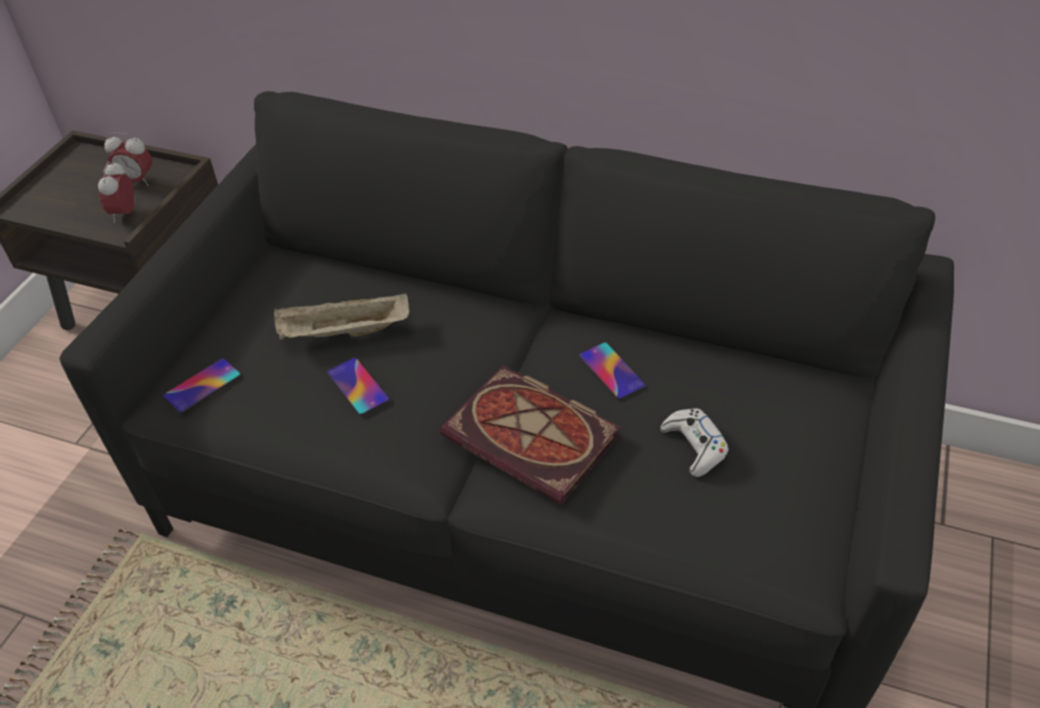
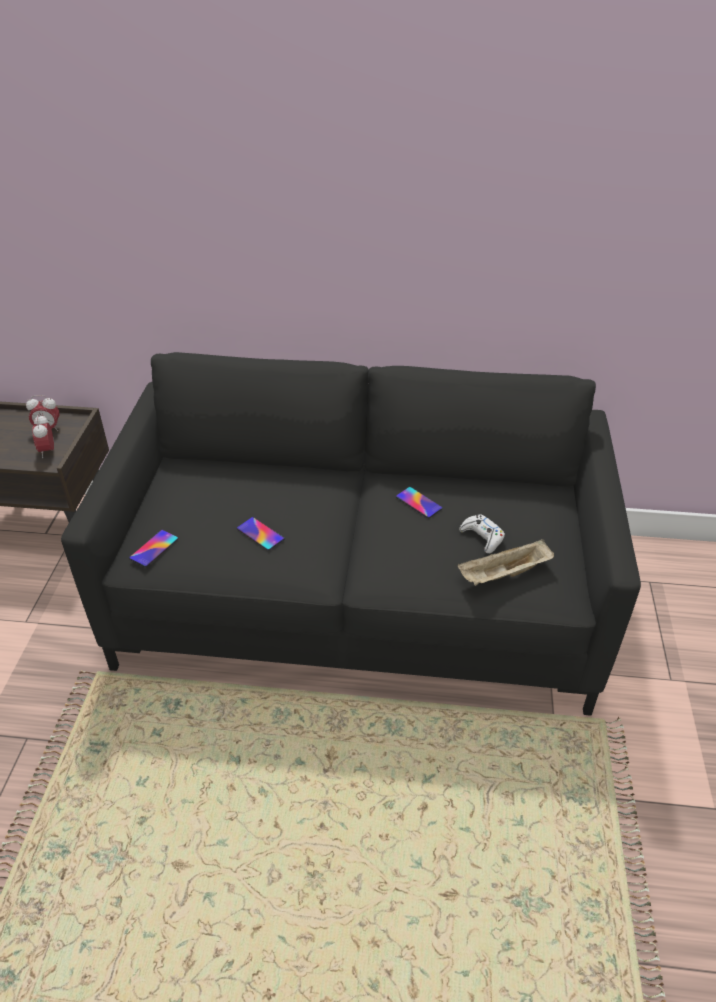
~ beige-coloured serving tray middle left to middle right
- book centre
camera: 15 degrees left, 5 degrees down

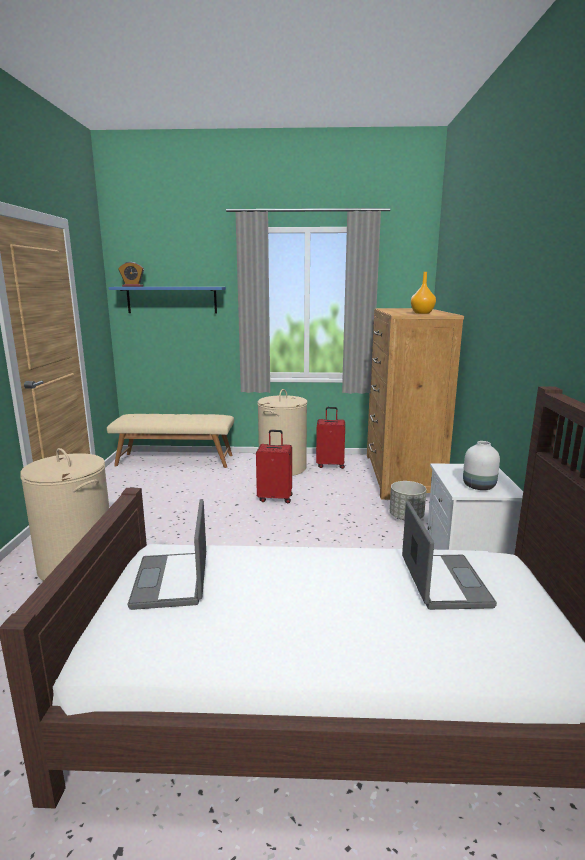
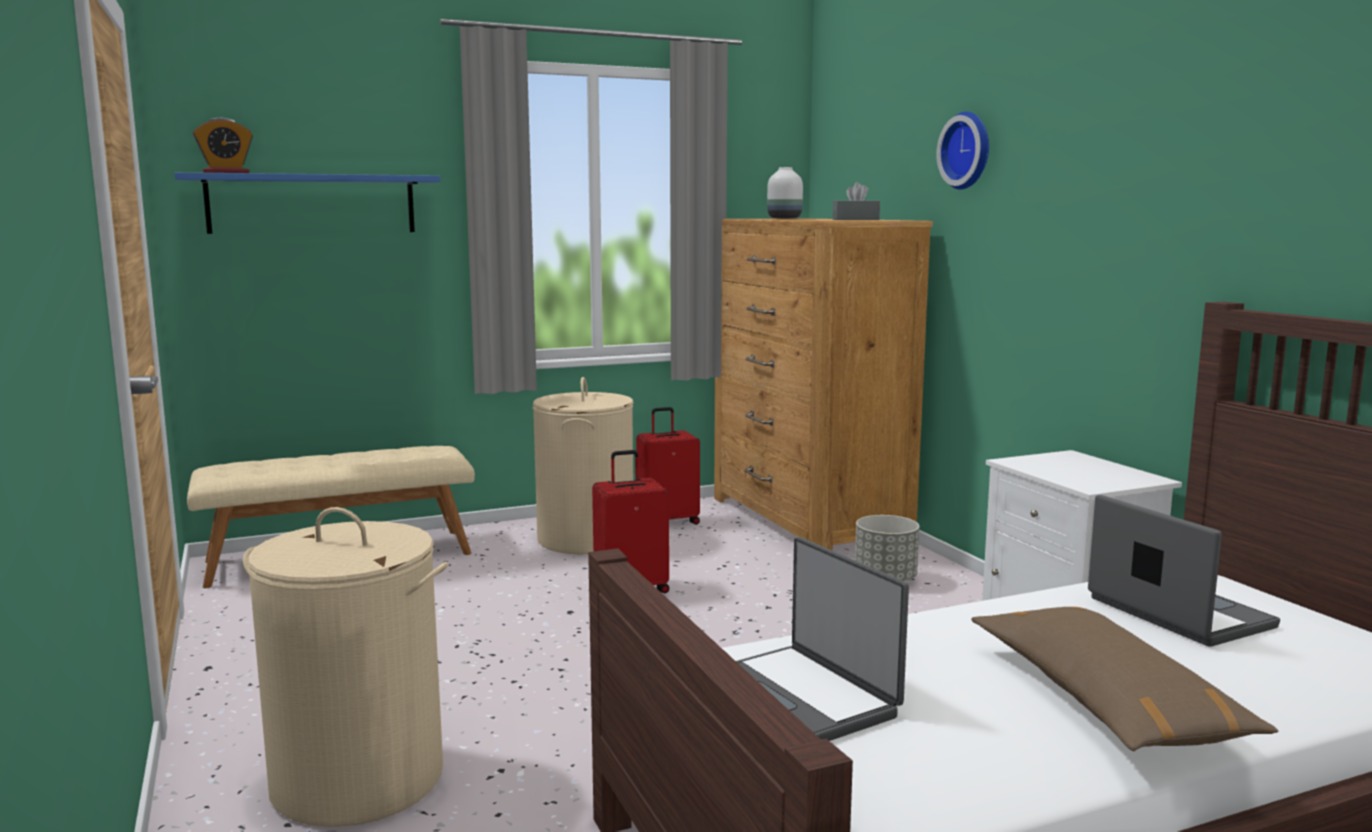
~ orangey flower vase middle right to greyish box of tissues top centre
~ white flower vase middle right to top centre
+ clock on the wall top right
+ brown-coloured pillow bottom right
camera: 25 degrees left, 5 degrees down

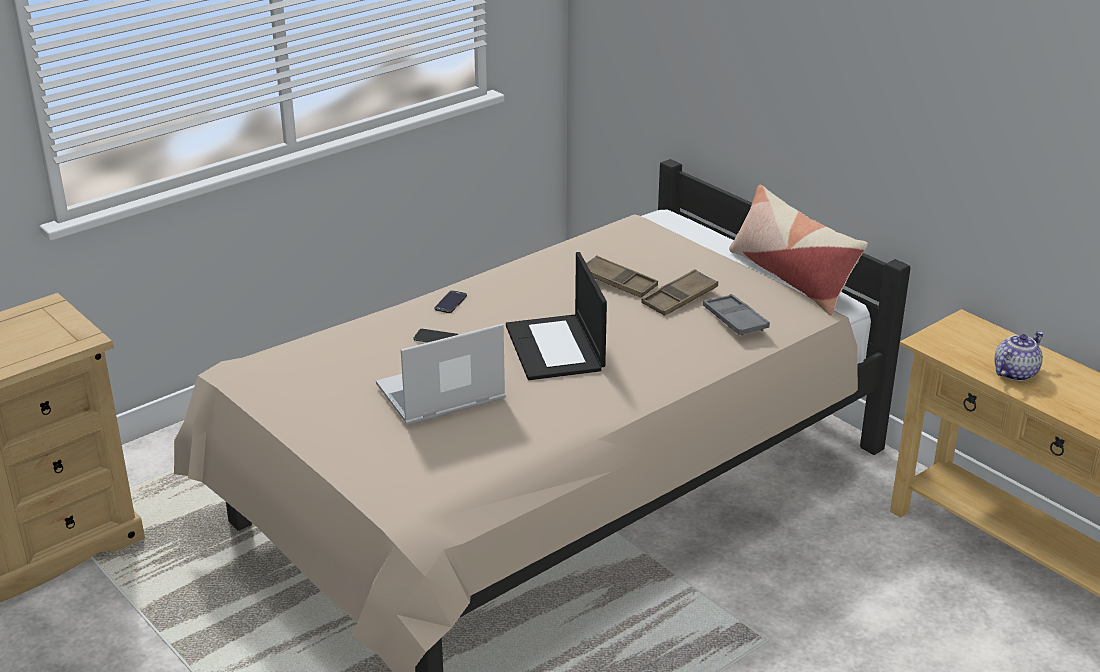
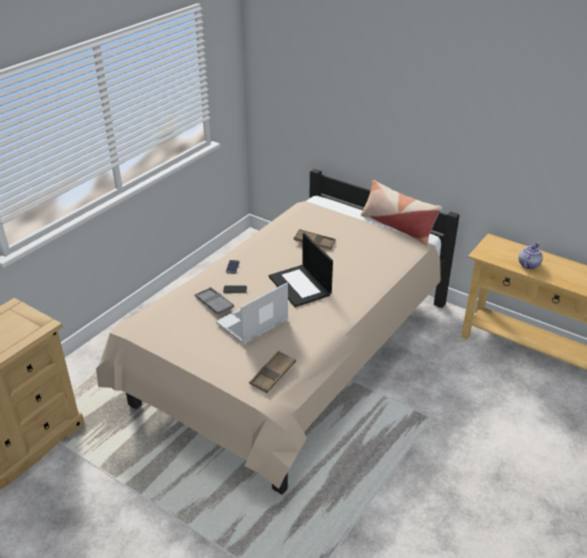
~ brown-coloured serving tray (2nd from left in the first image) centre to brown-coloured serving tray (1st from left) bottom centre
~ greyish serving tray middle right to centre
camera: 15 degrees left, 5 degrees up

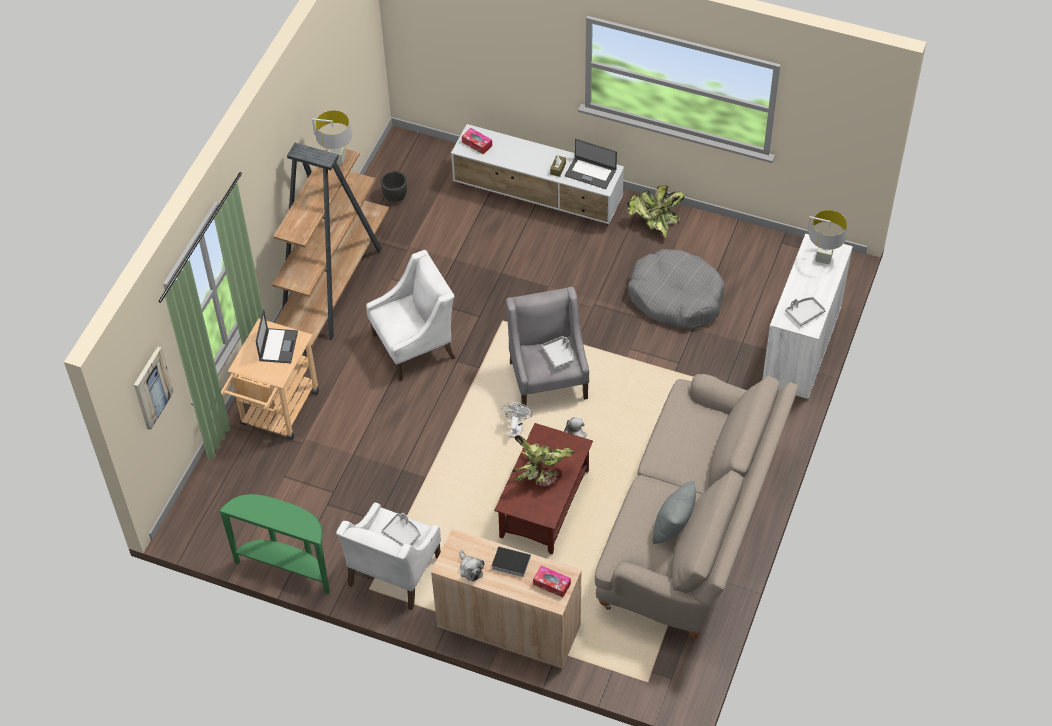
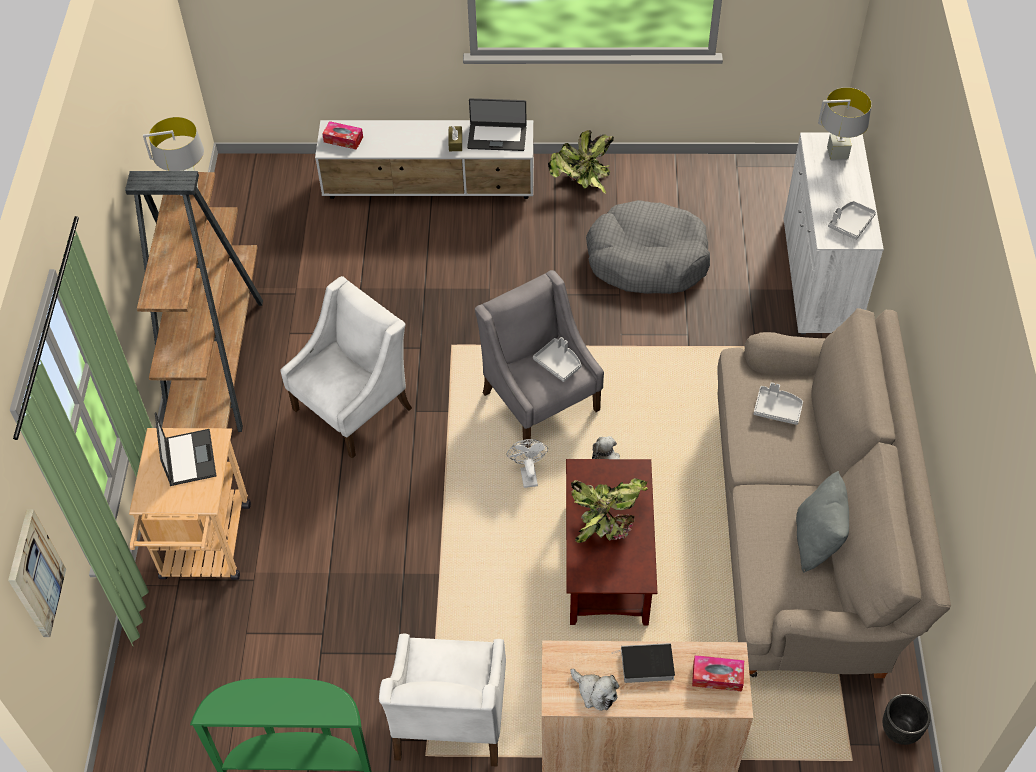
~ black plant pot top centre to bottom right
~ greyish serving tray (1st from left in the first image) bottom centre to greyish serving tray (2nd from left) middle right
camera: 20 degrees left, 0 degrees up

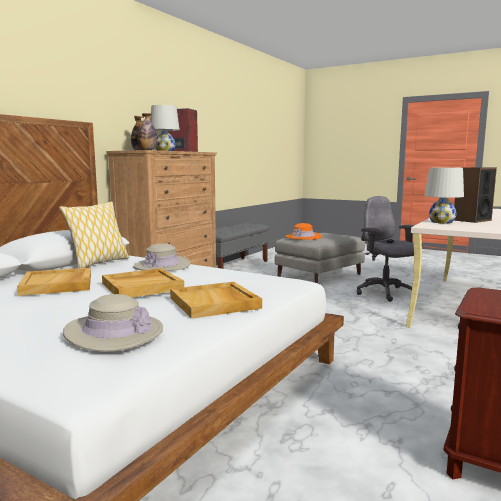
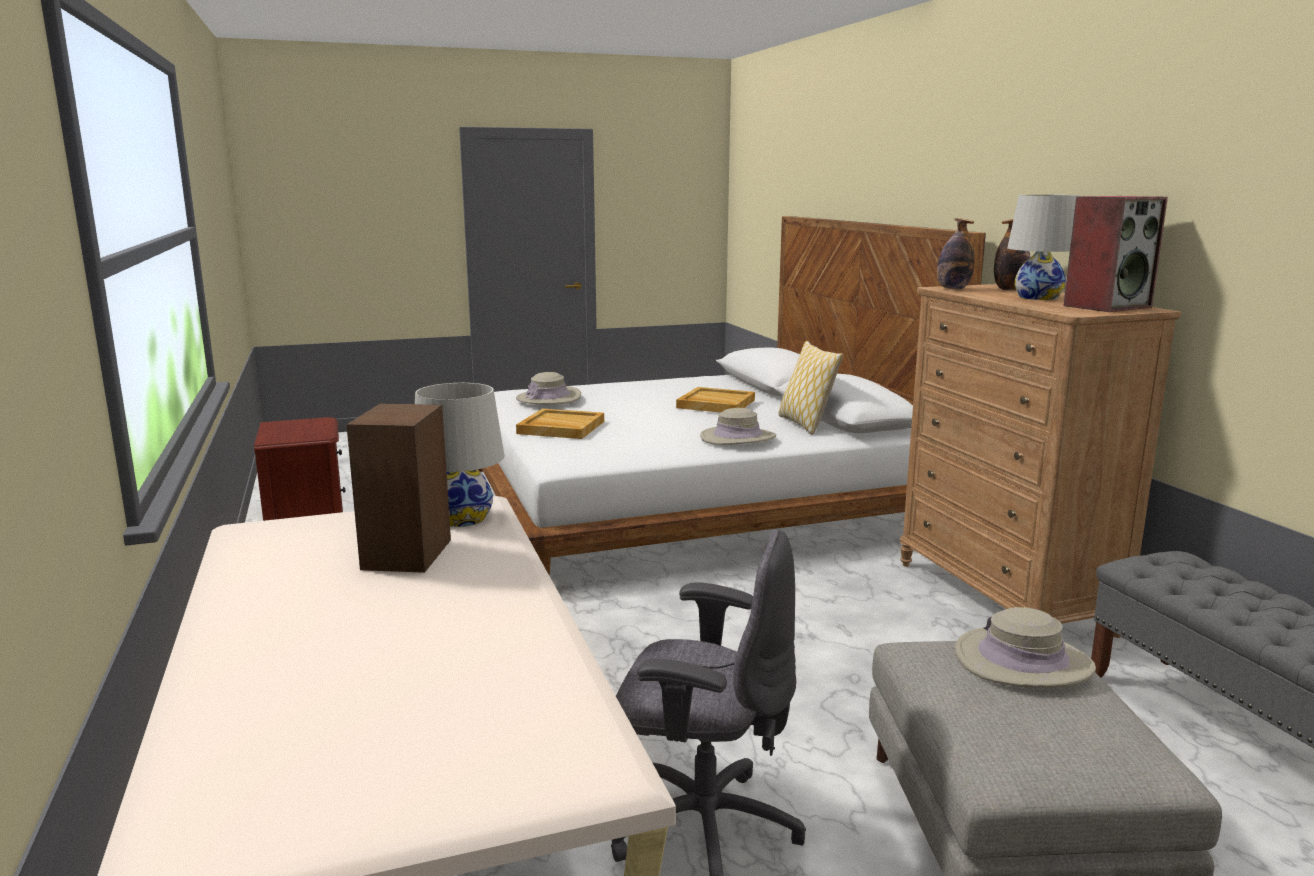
- beige-coloured serving tray (2nd from left) middle left
~ orangey wearable hat centre to beige-coloured wearable hat (3rd from left) bottom right
camera: 130 degrees right, 5 degrees up

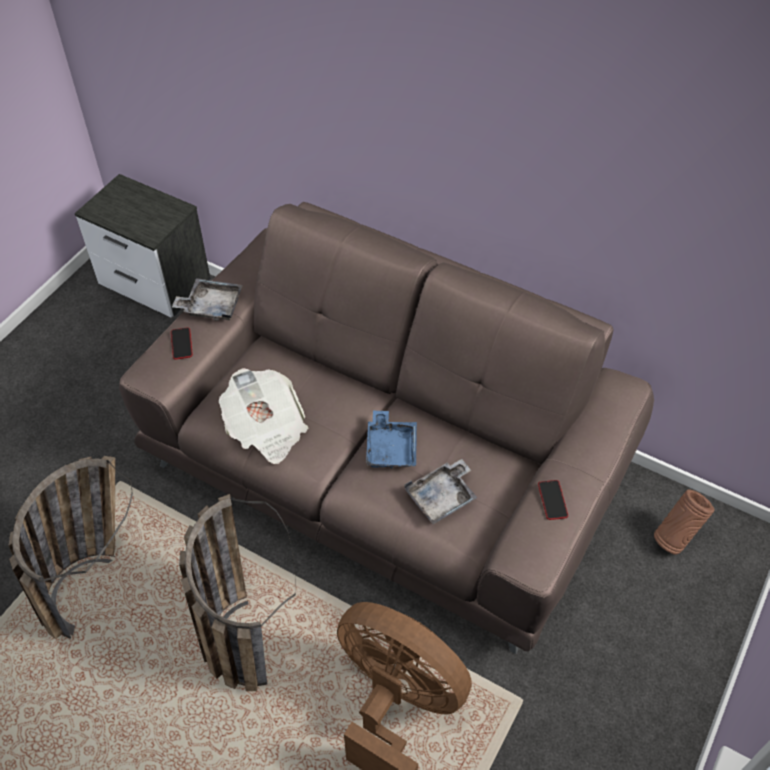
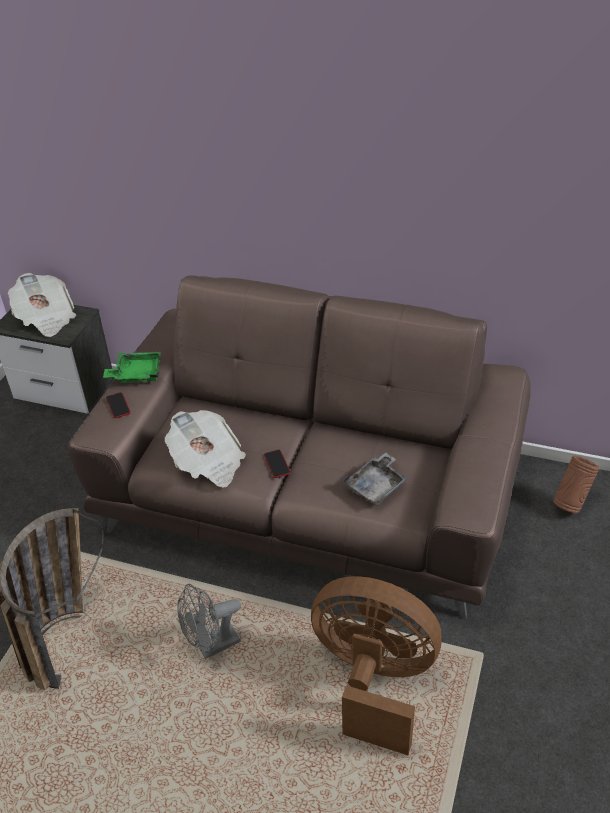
~ greyish serving tray (1st from left) middle left to green-coloured serving tray middle left
~ household basket (2nd from left) bottom left to greyish fan bottom centre
- bluish serving tray centre
~ phone (2nd from left) middle right to centre
+ printed paper (1st from left) middle left
camera: 10 degrees left, 10 degrees down

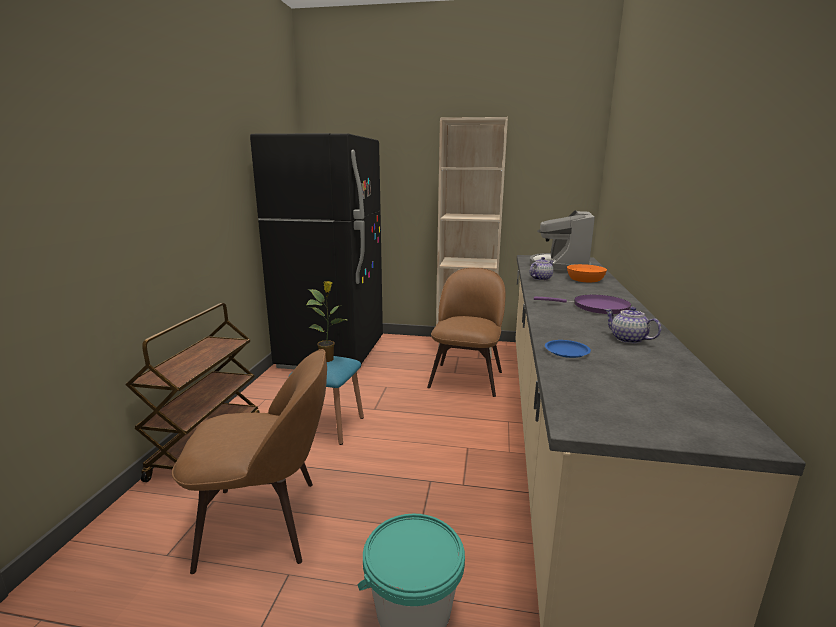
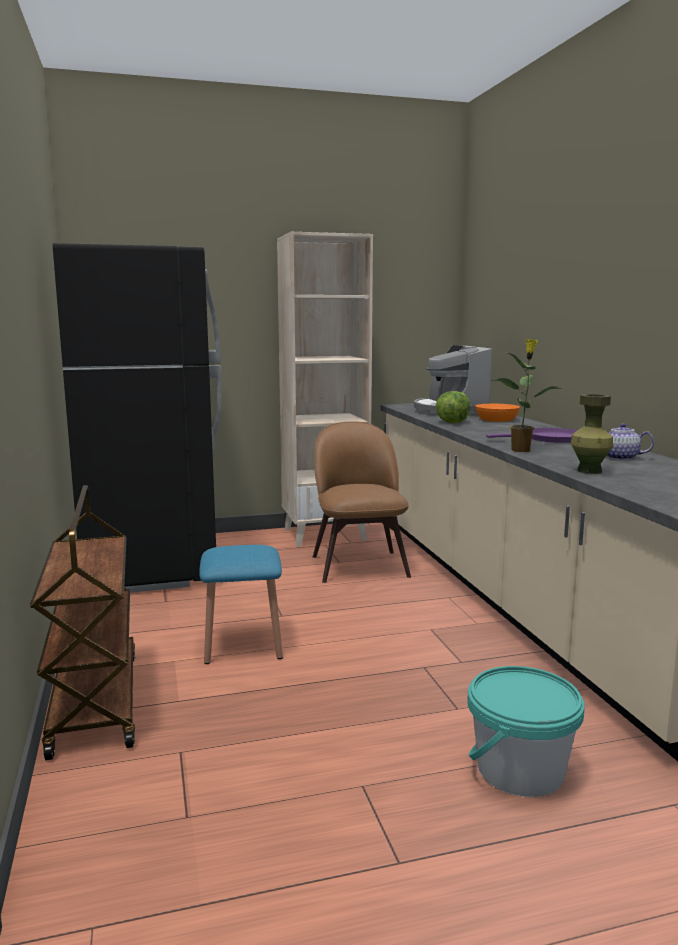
- brown-coloured chair (1st from left) bottom left
~ plant in a pot centre to middle right
~ teapot (1st from left) centre to head of lettuce middle right
~ bluish plate middle right to green-coloured flower vase middle right
camera: 25 degrees left, 5 degrees down

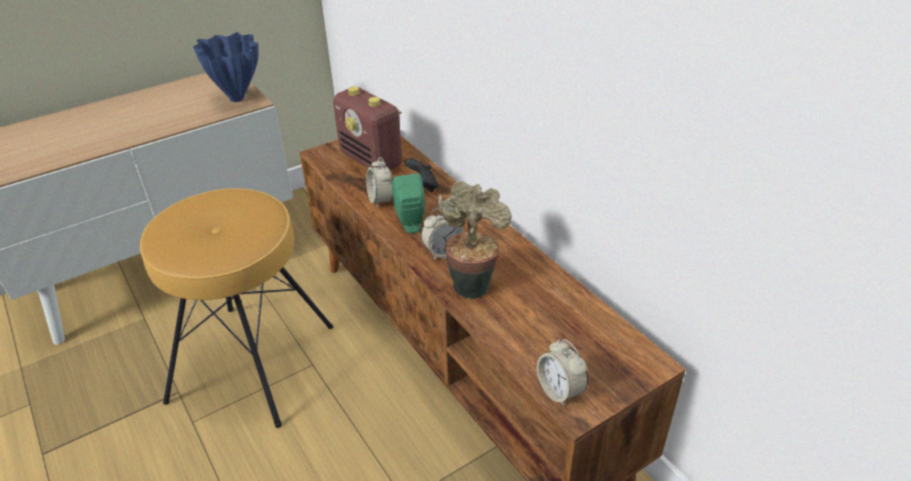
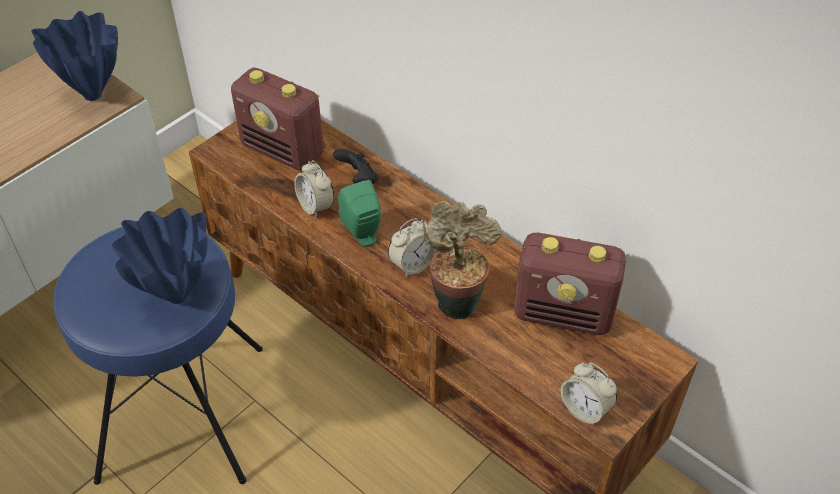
~ brown-coloured stool seat middle left to bluish stool seat bottom left
+ bluish flower vase (2nd from left) middle left
+ radio set (2nd from left) middle right
camera: 15 degrees left, 10 degrees up

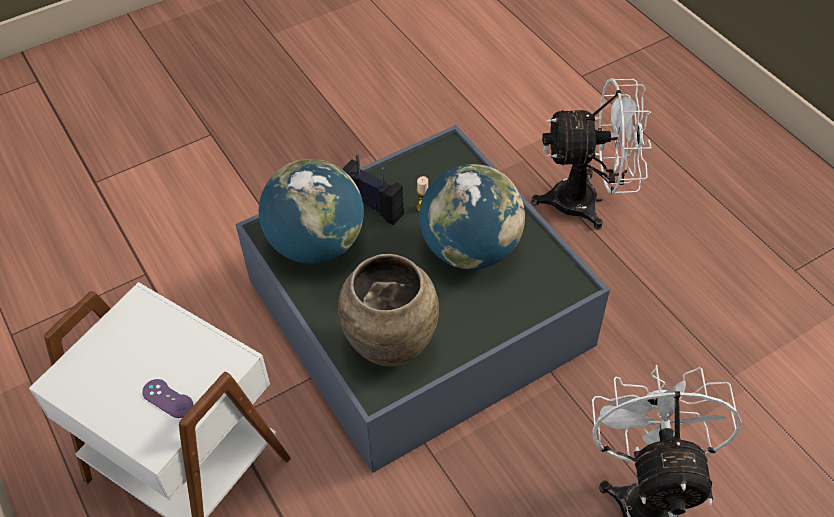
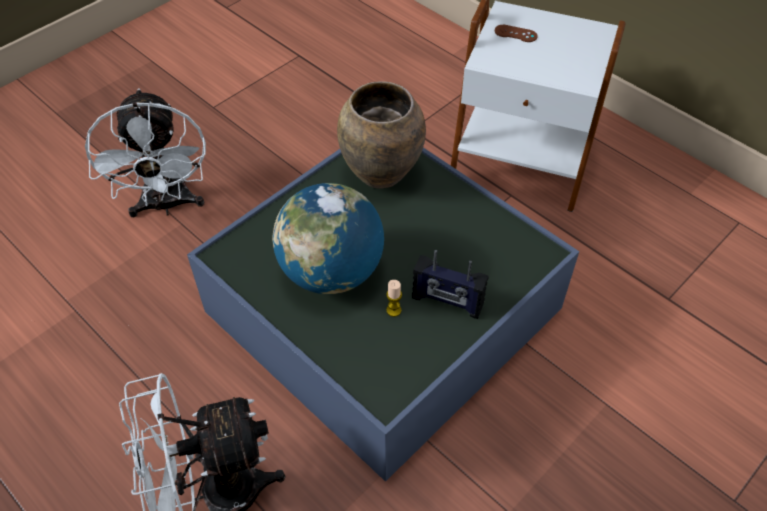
~ purple gamepad bottom left to brown-coloured gamepad top right
- world globe (1st from left) centre
camera: 165 degrees right, 0 degrees up

